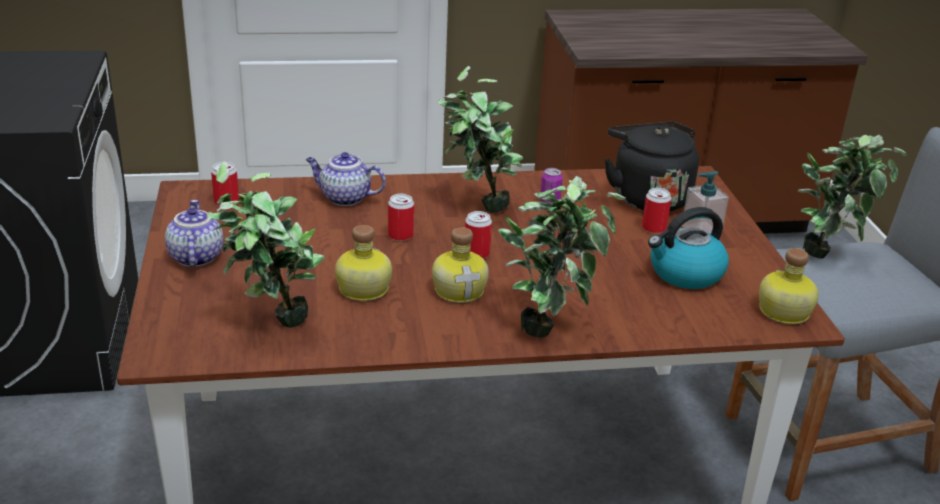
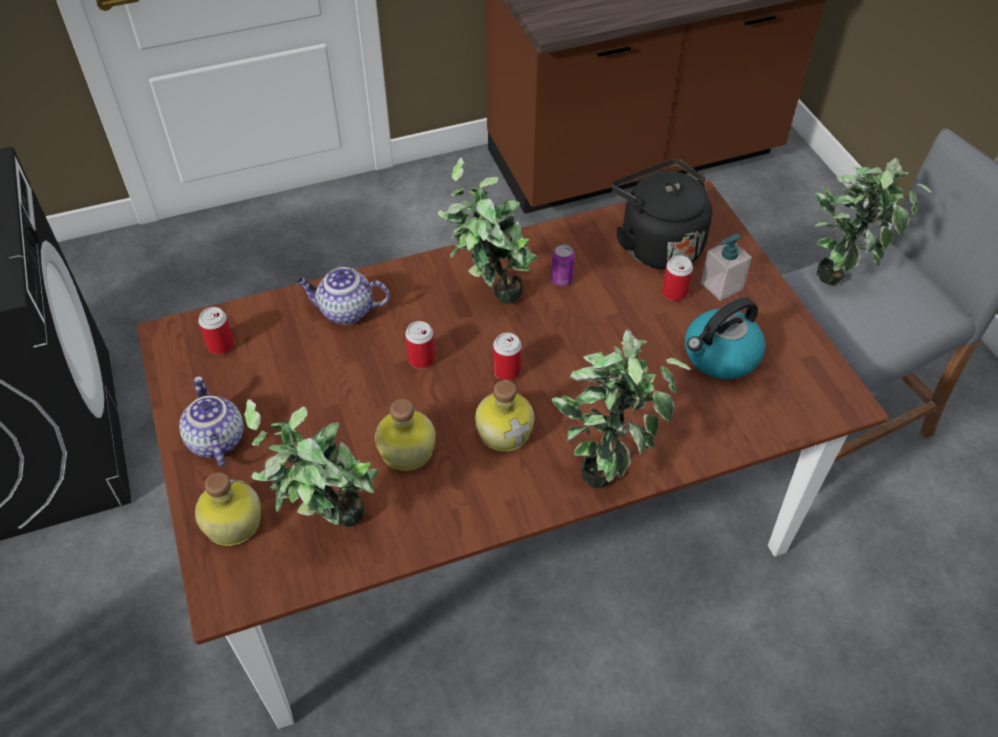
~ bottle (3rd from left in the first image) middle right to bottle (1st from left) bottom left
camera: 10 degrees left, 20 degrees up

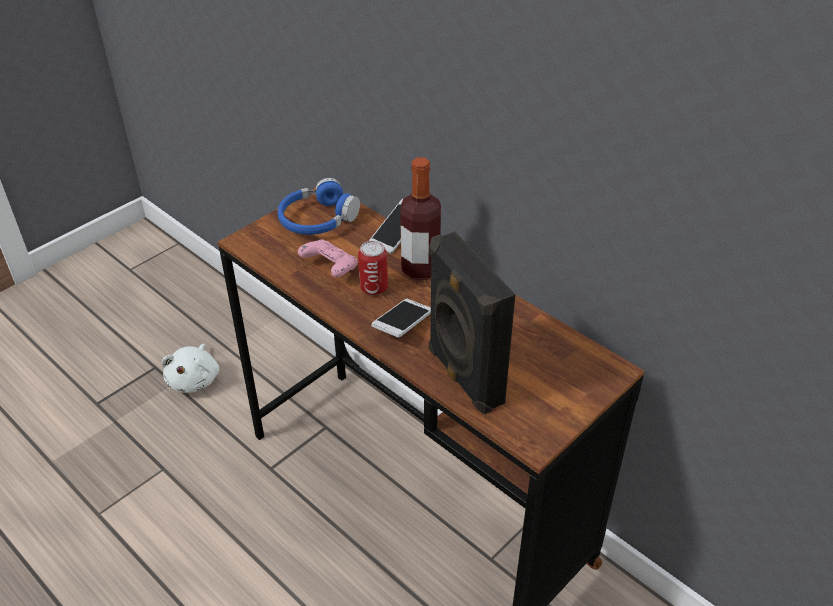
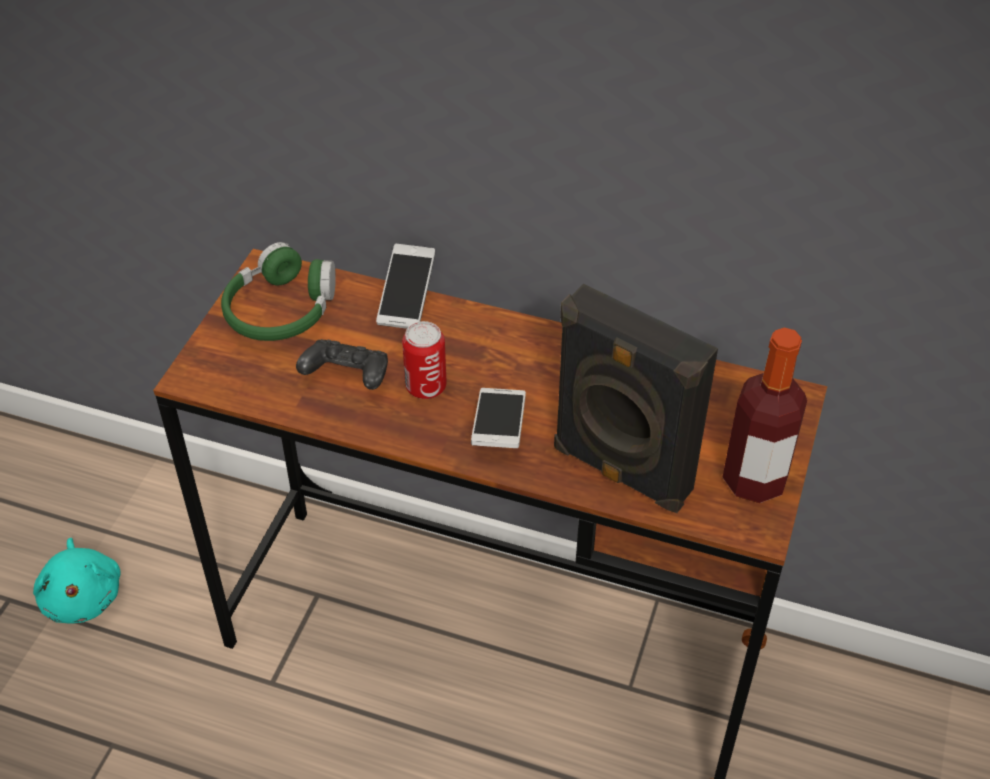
~ white plush toy middle left to turquoise-coloured plush toy bottom left
~ bluish headset centre to green-coloured headset middle left
~ pinkish gamepad centre to black gamepad centre
~ bottle centre to middle right
camera: 25 degrees left, 5 degrees up

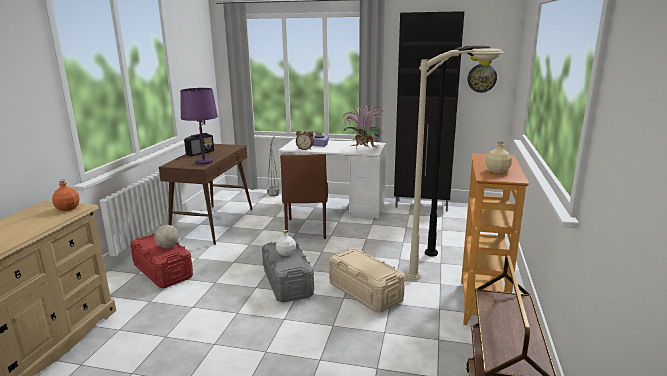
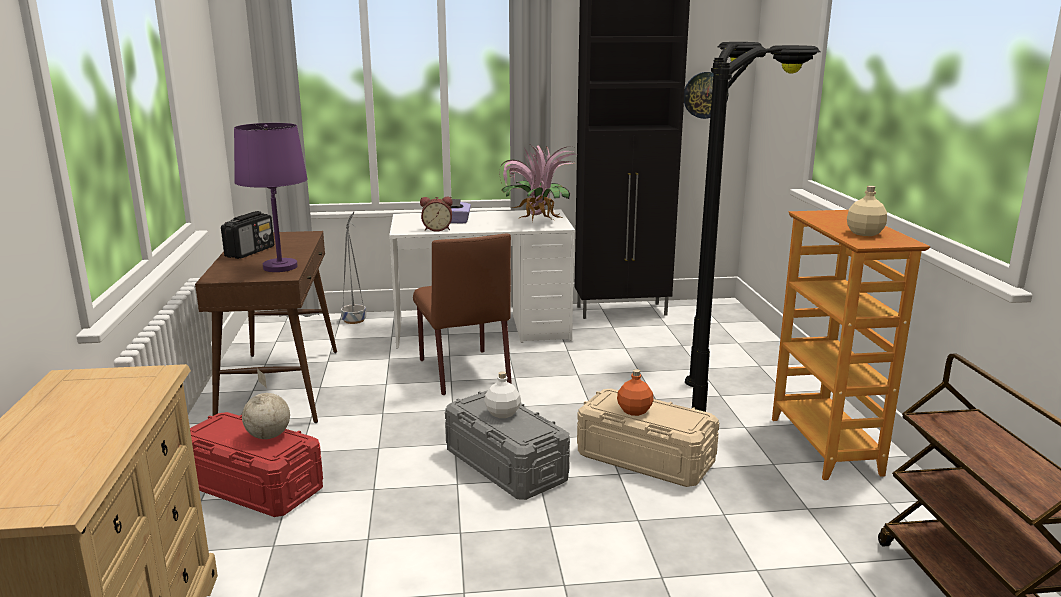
~ orangey bottle middle left to centre
~ beige-coloured standard lamp middle right to black standard lamp (2nd from left) middle right
camera: 20 degrees left, 0 degrees up

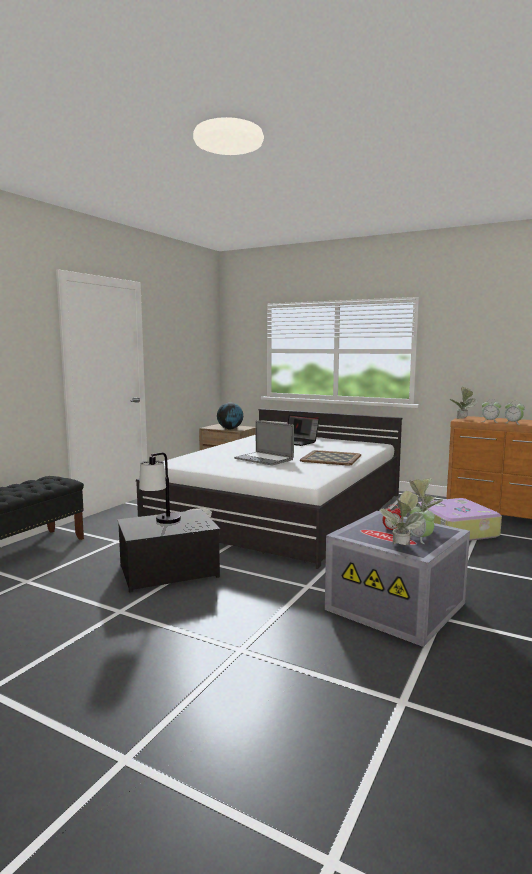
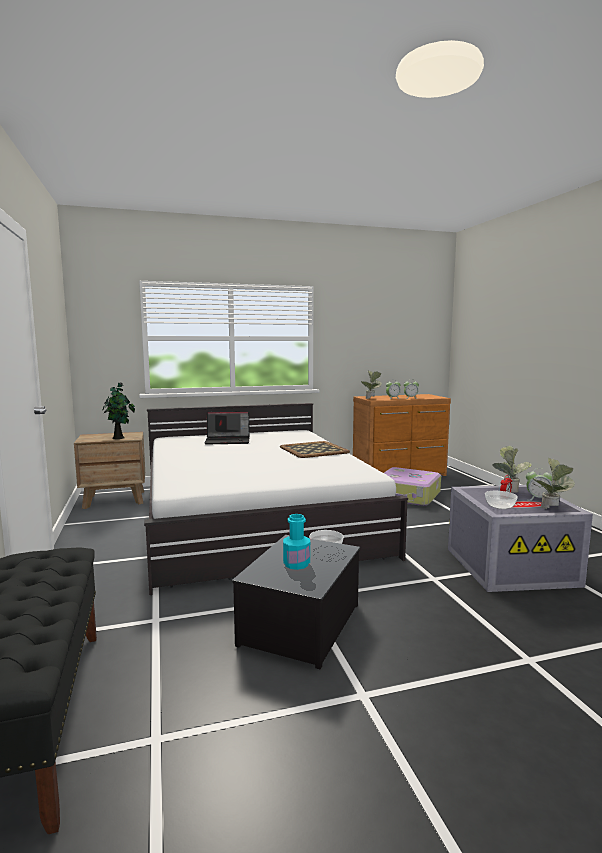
~ lamp for a table middle left to turquoise-coloured bottle centre
~ world globe centre to plant in a pot (1st from left) middle left
- notebook computer (1st from left) centre
+ bowl (2nd from left) middle right
camera: 45 degrees left, 0 degrees up

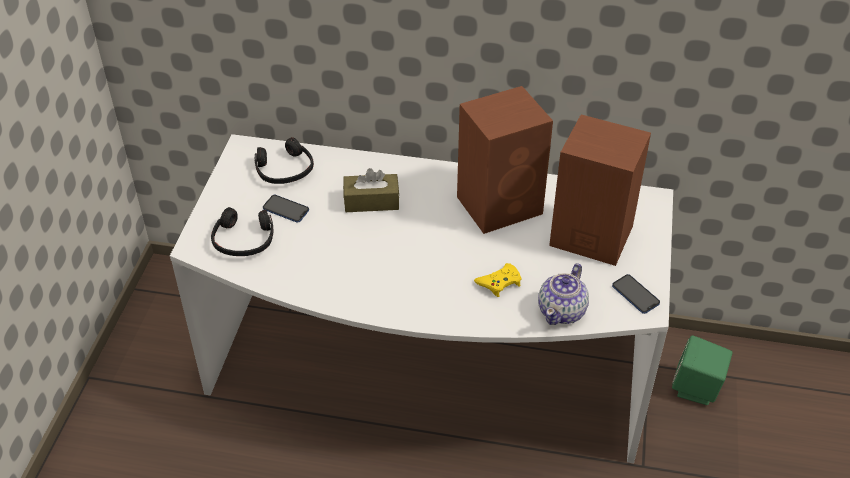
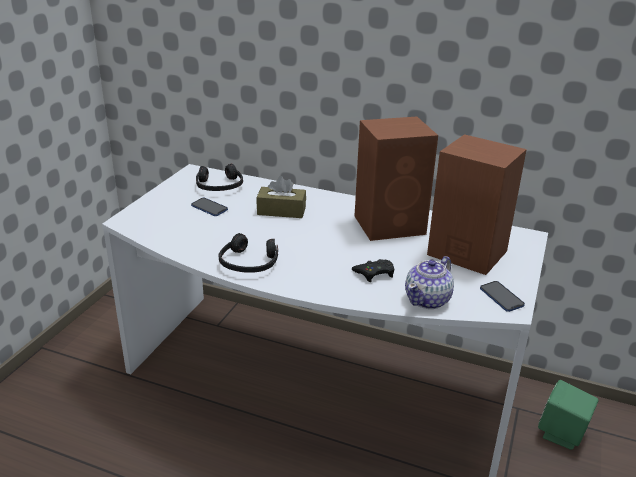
~ black headset (1st from left in the first image) middle left to black headset (2nd from left) centre
~ yellowish gamepad centre to black gamepad centre
camera: 10 degrees right, 15 degrees down

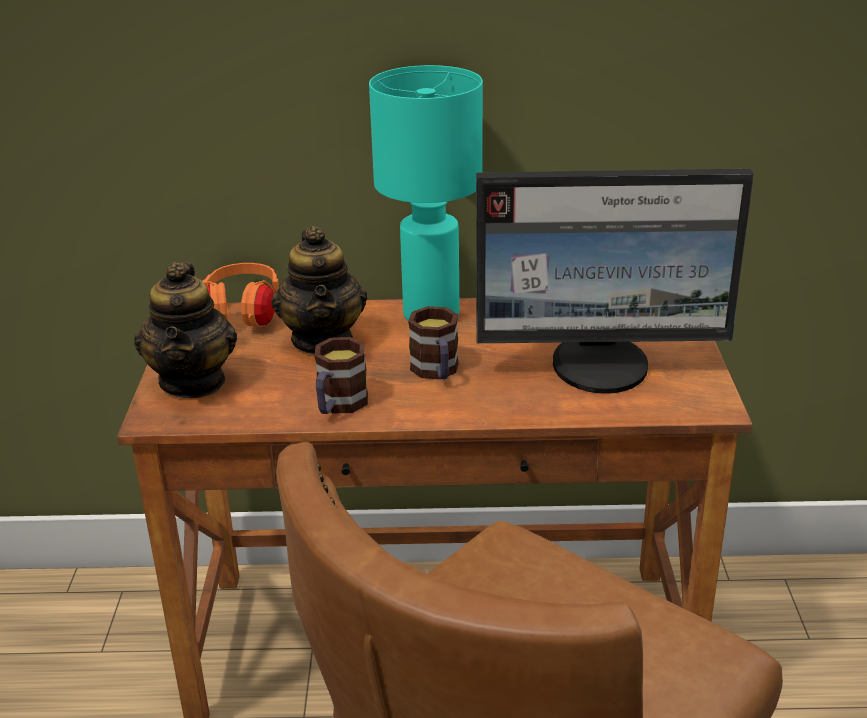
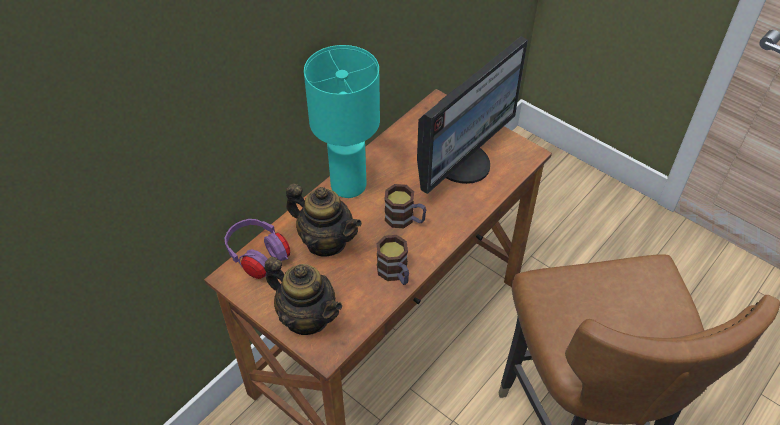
~ orangey headset middle left to purple headset middle left
camera: 50 degrees left, 20 degrees up

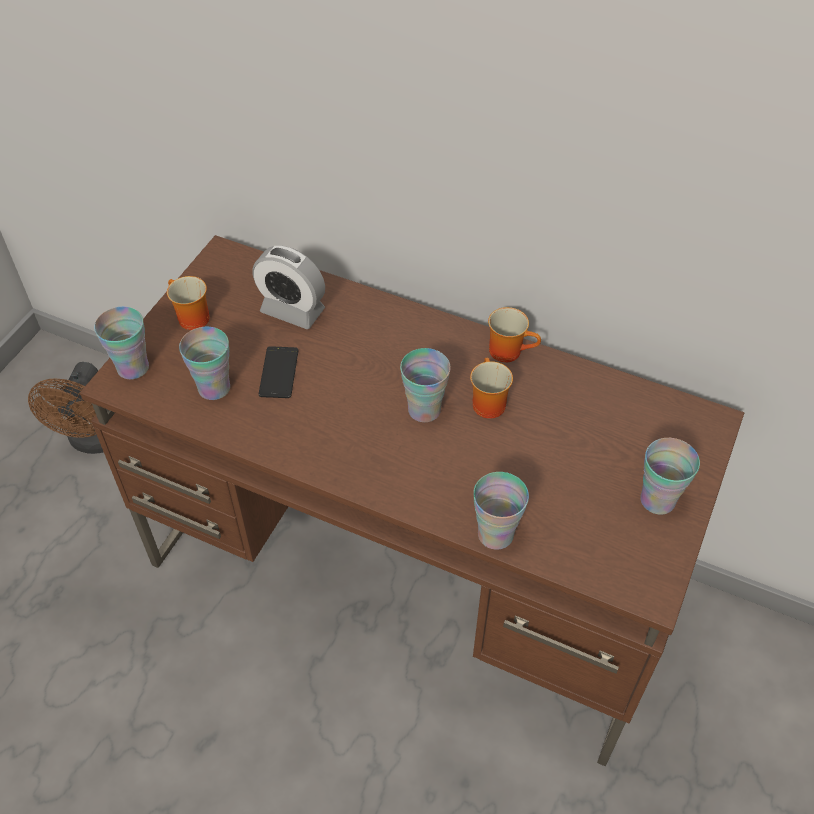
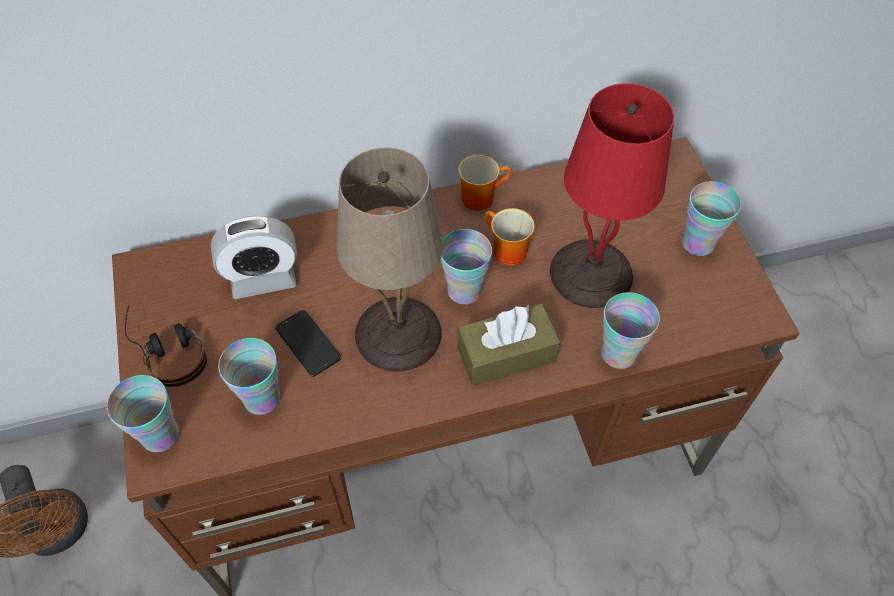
~ tea mug (1st from left) middle left to headset middle left
+ beige-coloured lamp for a table centre
+ brown-coloured box of tissues centre
+ reddish lamp for a table top right
camera: 40 degrees left, 5 degrees up

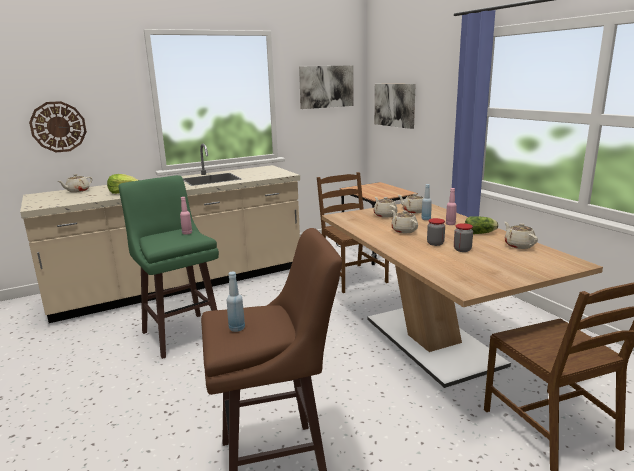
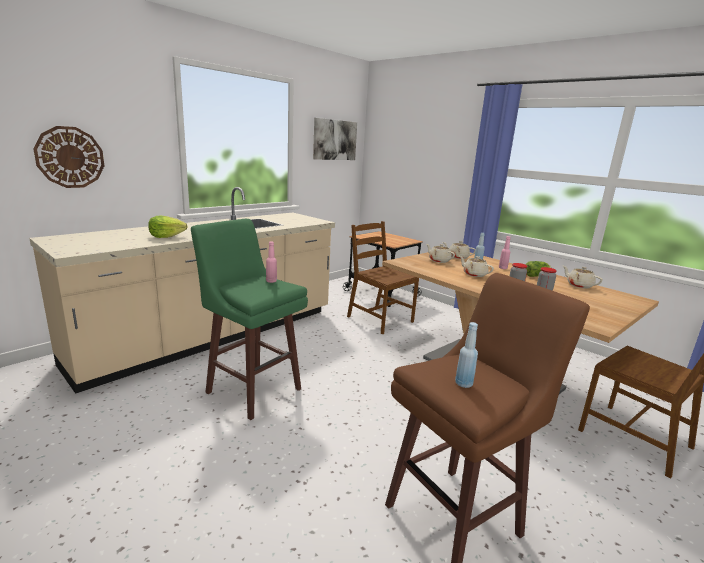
- beige-coloured teapot (1st from left) middle left
- wall picture (2nd from left) top centre
camera: 20 degrees left, 0 degrees up

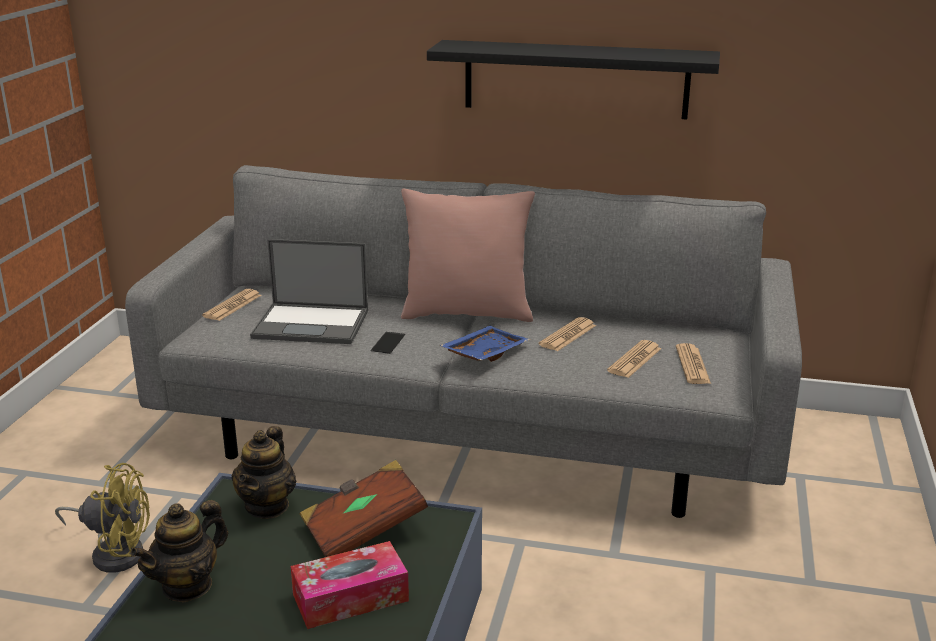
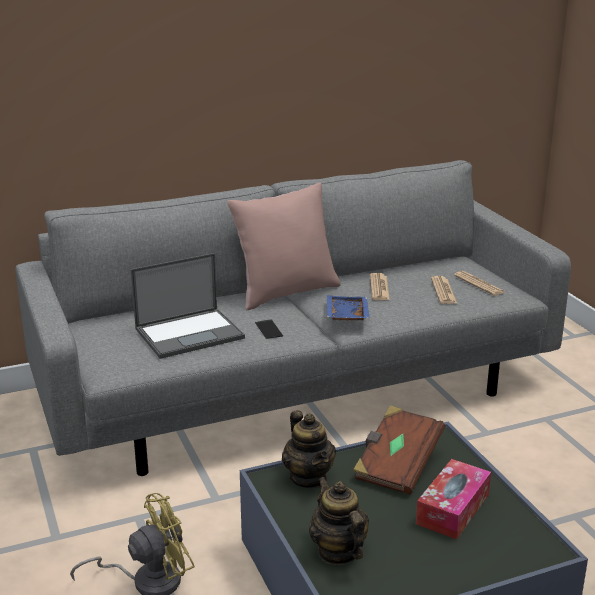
~ teapot (1st from left in the first image) bottom left = bottom centre 150 degrees clockwise
- printed paper (1st from left) middle left
- black wall shelf top centre
camera: 35 degrees left, 0 degrees up

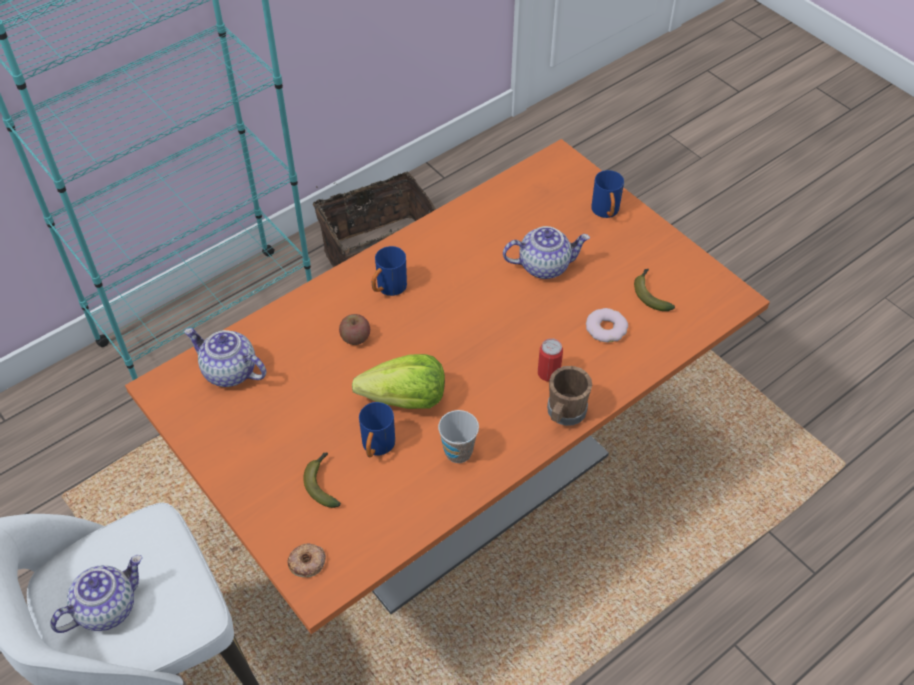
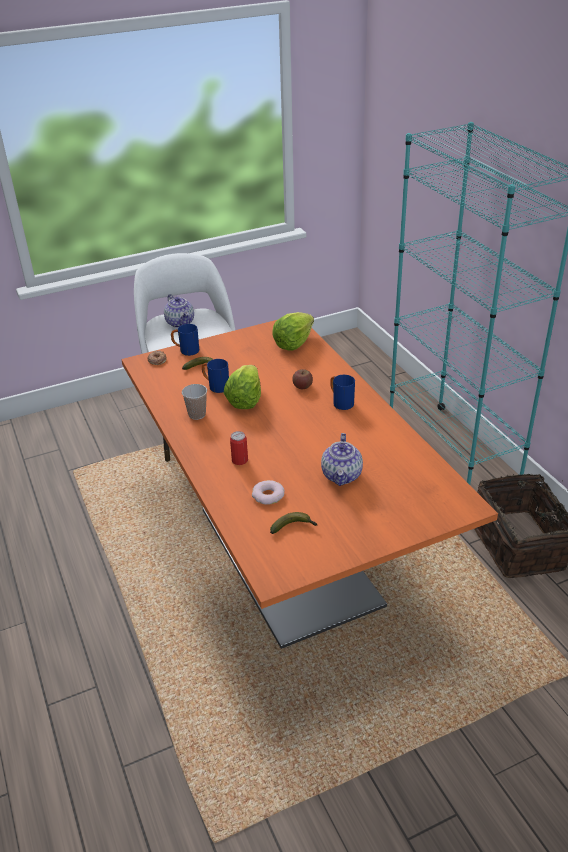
~ teapot (2nd from left) middle left to head of lettuce (2nd from left) centre
- brown-coloured tea mug centre
~ bluish tea mug (3rd from left in the first image) top centre to bluish tea mug (1st from left) middle left
camera: 105 degrees right, 15 degrees down

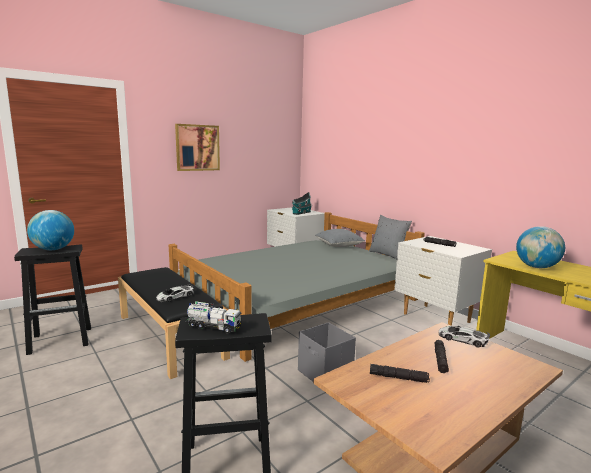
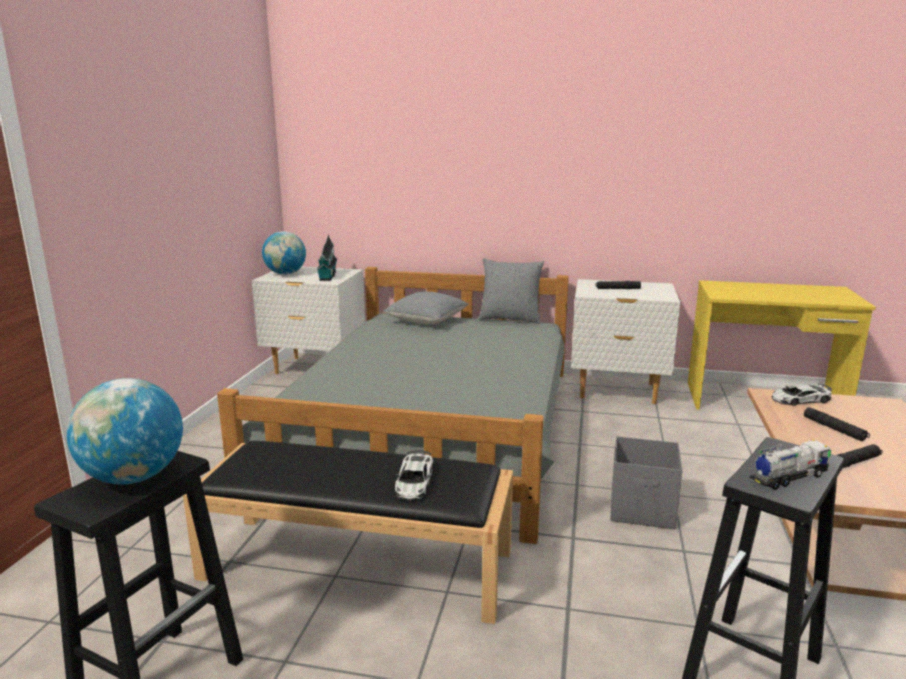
- wall picture top centre
~ world globe (2nd from left) middle right to middle left
camera: 40 degrees left, 5 degrees up

